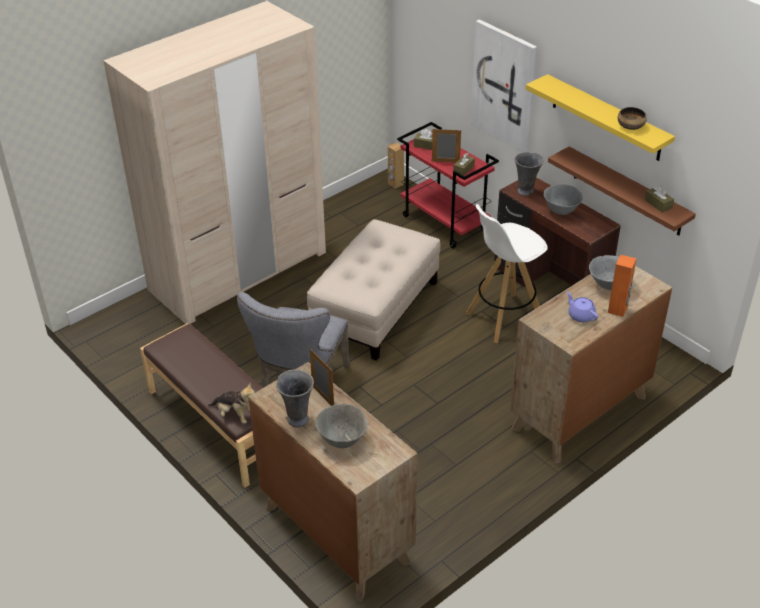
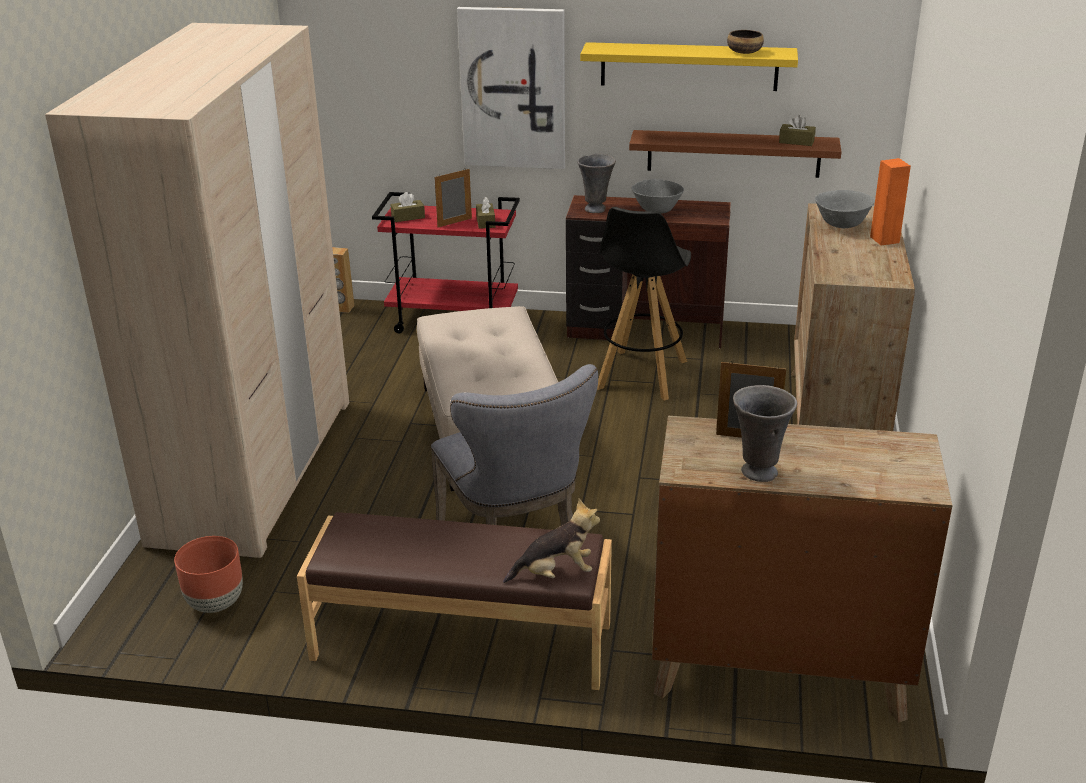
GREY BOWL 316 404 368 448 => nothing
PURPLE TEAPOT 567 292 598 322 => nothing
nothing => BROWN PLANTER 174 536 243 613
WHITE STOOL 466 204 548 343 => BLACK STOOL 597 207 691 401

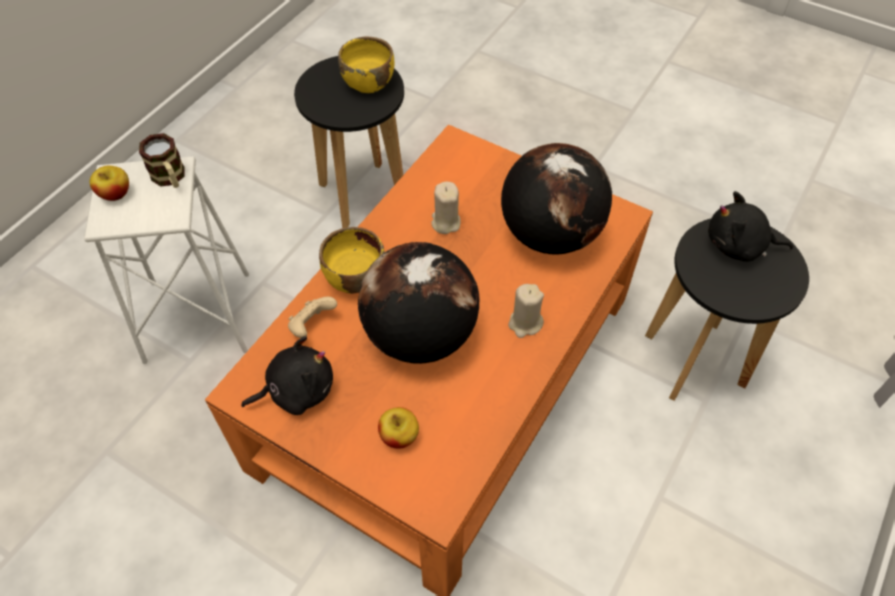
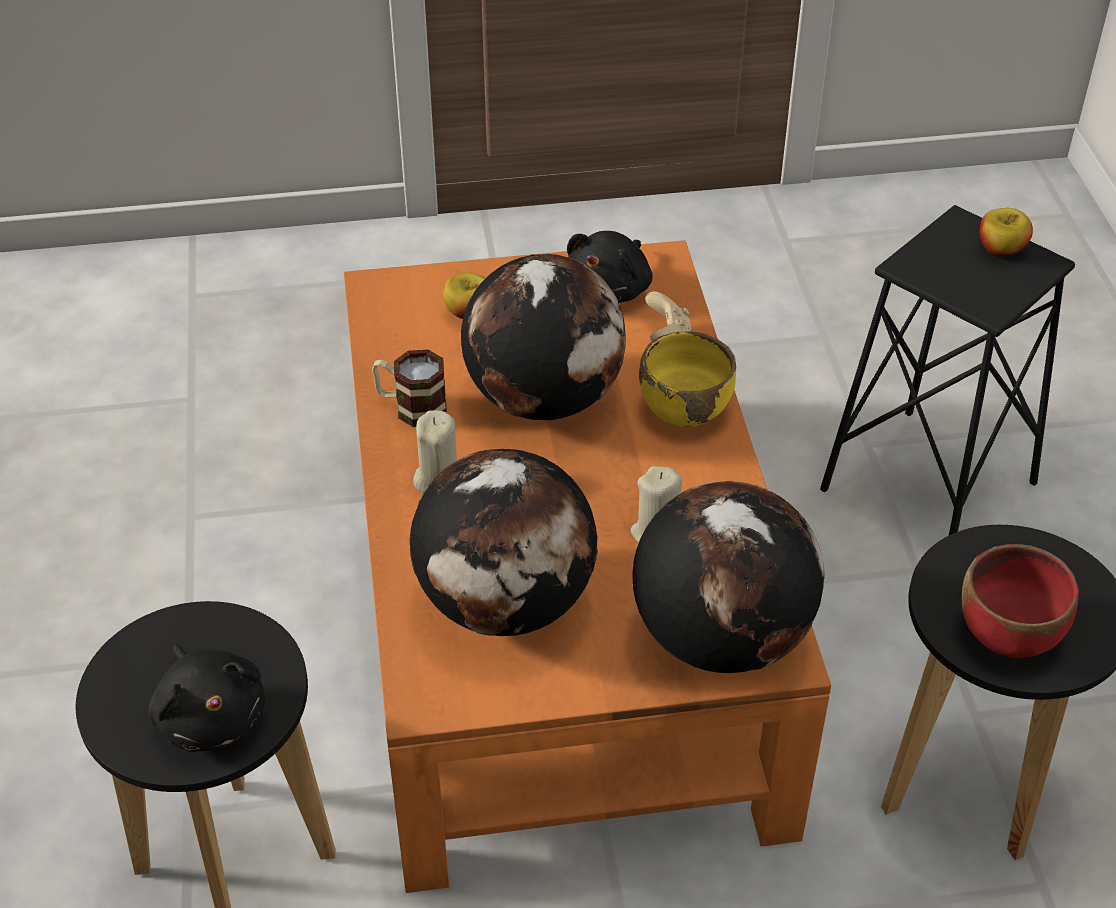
nothing => GLOBE 632 481 825 673
MUG 139 133 185 188 => MUG 372 350 447 427, shifted
WHITE STOOL 84 156 249 364 => BLACK STOOL 820 205 1075 535
YELLOW BOWL 338 36 395 93 => RED BOWL 962 544 1079 658
BLACK PLUSH TOY 708 191 793 262 => BLACK PLUSH TOY 148 644 265 752, 90 degrees clockwise

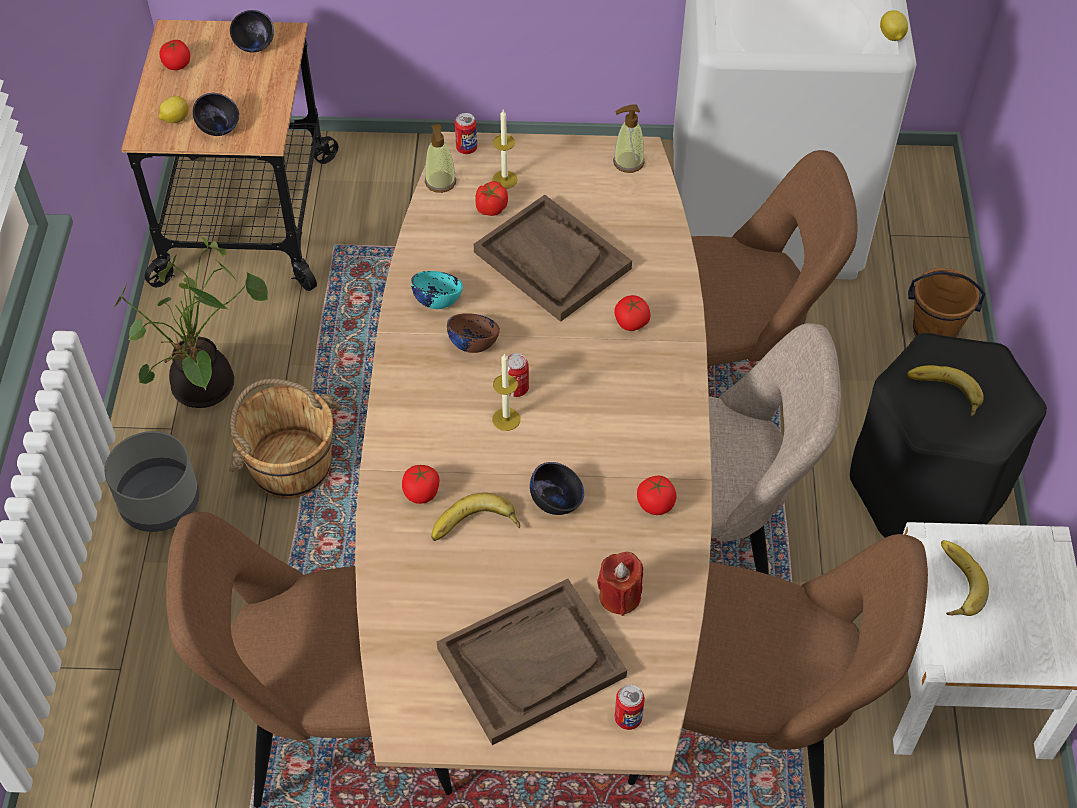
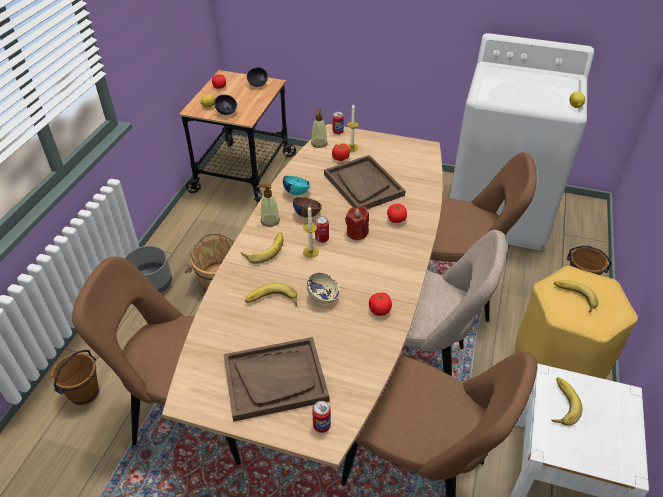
POTTED PLANT 113 236 268 408 => nothing
TOMATO 402 465 439 504 => nothing
nothing => BROWN BUCKET 51 350 99 405
nothing => BANANA 241 232 284 264
RED CANDLE 597 552 643 616 => RED CANDLE 345 206 369 241, shifted
SOAP DISPENSER 613 104 645 173 => SOAP DISPENSER 256 184 280 227, shifted
BLACK BOWL 530 462 584 515 => BEIGE BOWL 307 273 339 304
BLACK STOOL 850 333 1047 538 => YELLOW STOOL 515 266 638 379

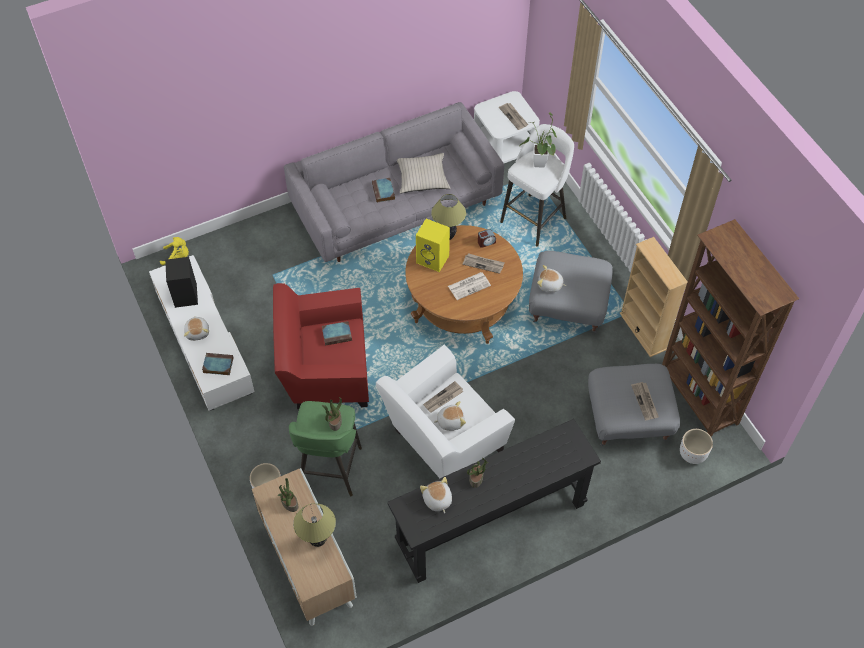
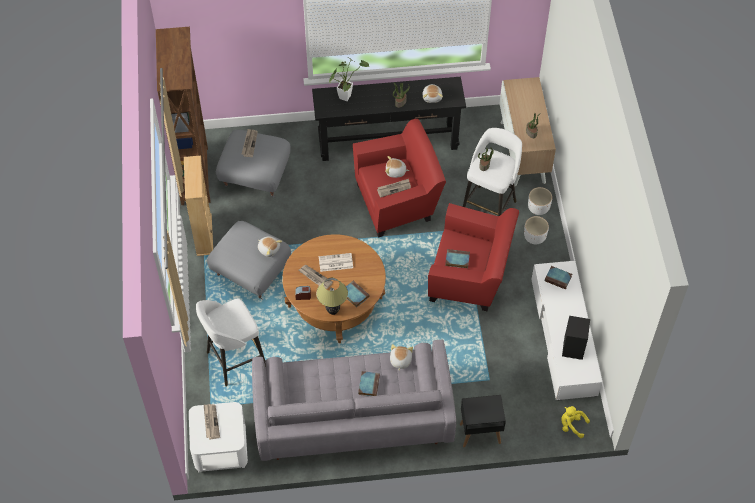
TABLE LAMP 293 503 336 547 => nothing
BEIGE PILLOW 397 153 451 193 => nothing
nothing => BLACK SIDE TABLE 460 395 506 447
PLUSH TOY 184 316 209 341 => PLUSH TOY 390 344 413 371, shifted
POTTED PLANT 519 112 557 168 => POTTED PLANT 329 58 369 101, shifted
WHITE PLANTER 680 429 713 464 => WHITE PLANTER 524 216 549 244, shifted
YELLOW SPEAKER 416 219 450 272 => BOOK 346 281 369 307
GREEN STOOL 289 401 362 496 => WHITE STOOL 463 128 522 216
WHITE ARMCHAIR 376 344 515 478 => RED ARMCHAIR 353 119 446 237

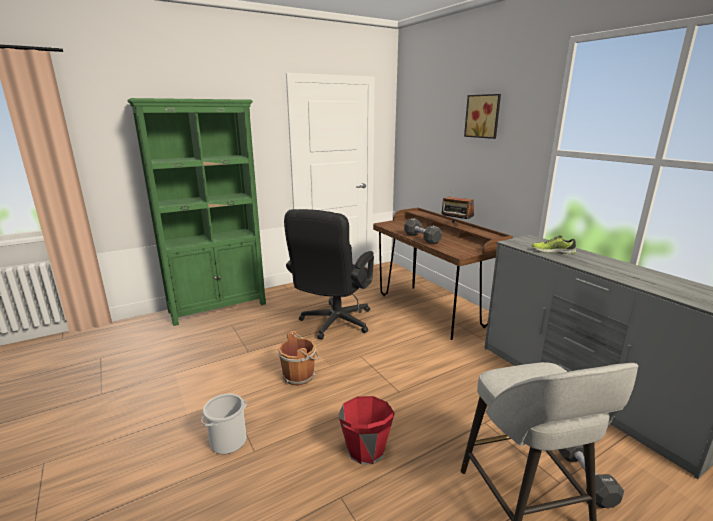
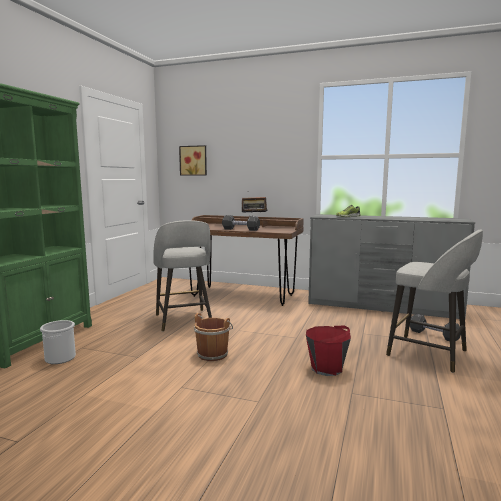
BUCKET 202 394 247 454 => BUCKET 40 320 76 364, shifted
PICTURE 464 94 501 139 => PICTURE 179 145 207 176, shifted
BLACK OFFICE CHAIR 284 209 374 340 => GREY STOOL 153 220 212 332

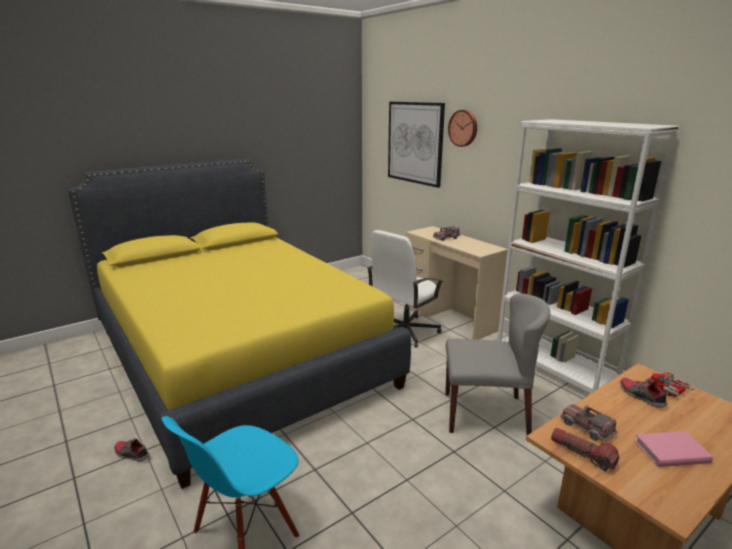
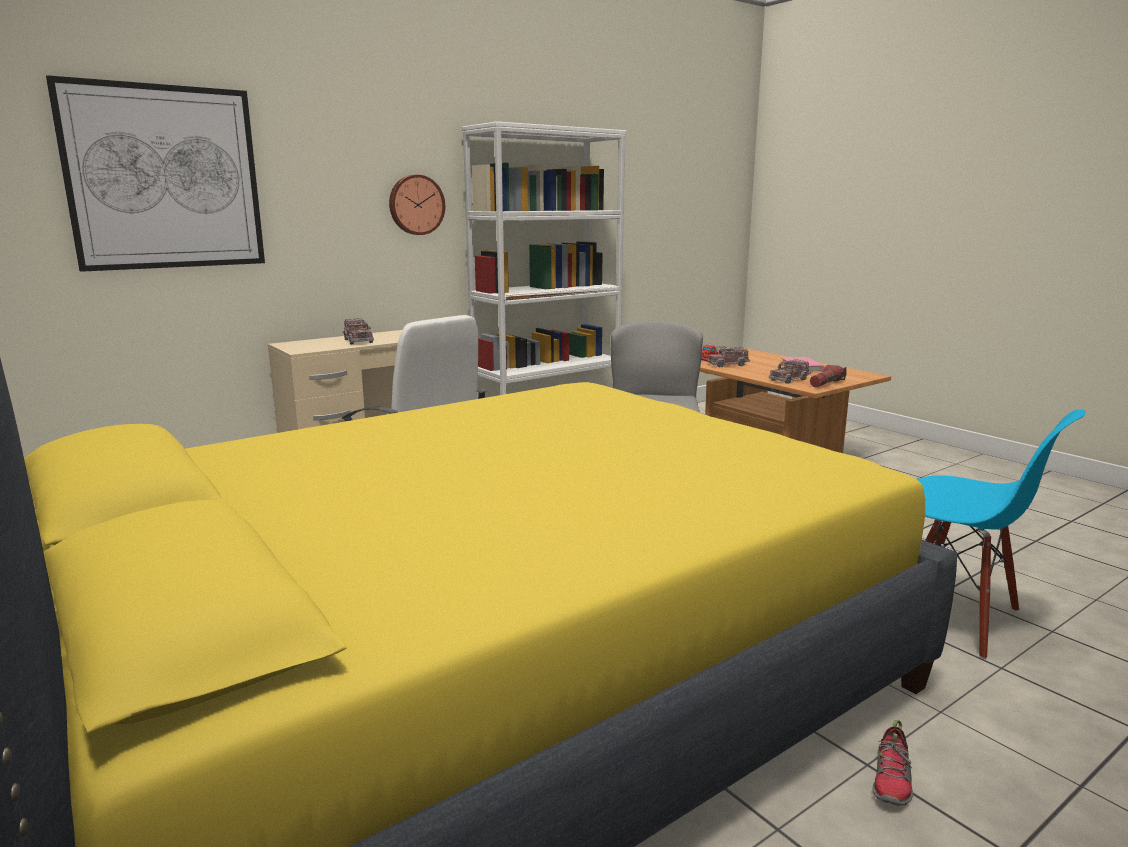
WALL CLOCK 448 110 477 147 => WALL CLOCK 389 174 445 235, shifted
SHOE 620 378 669 408 => TOY TRUCK 707 347 750 367

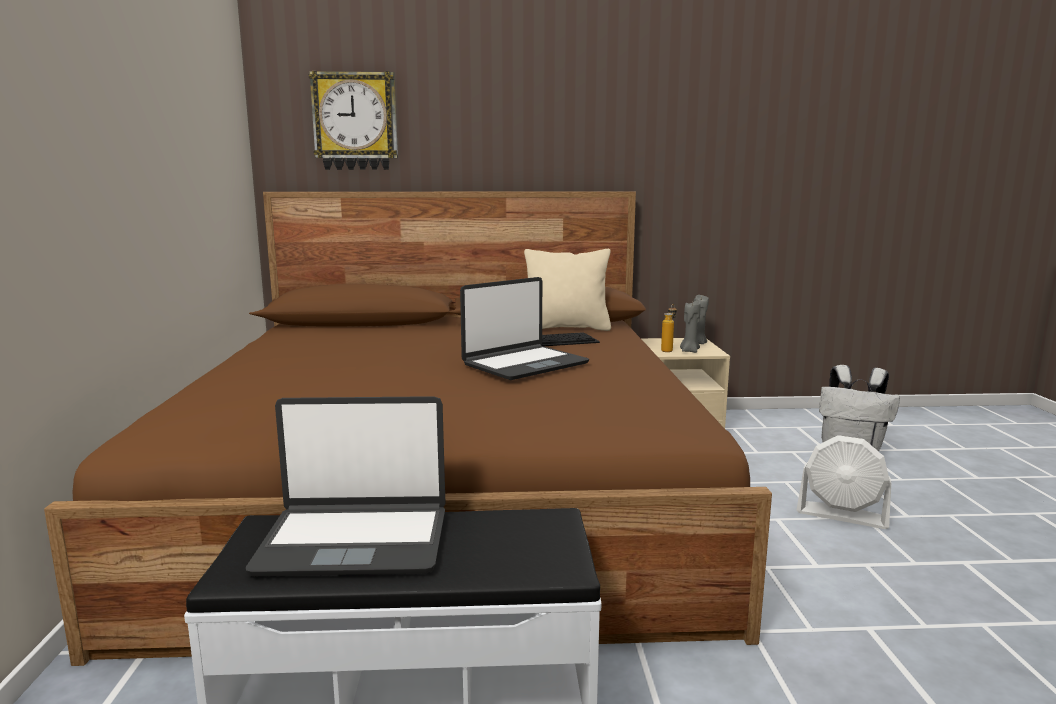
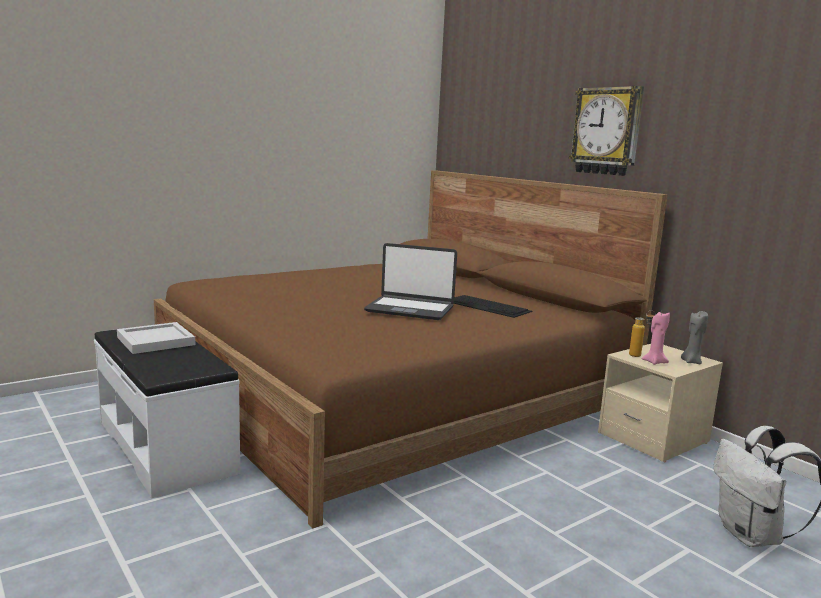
BEIGE PILLOW 524 249 611 331 => nothing
WHITE FAN 796 435 892 529 => nothing
WALL CLOCK 309 71 398 170 => WALL CLOCK 569 86 644 176, shifted
LAPTOP 246 396 446 576 => WHITE TRAY 117 322 196 354
GREY CANDLE 680 301 701 353 => PINK CANDLE 641 312 670 365

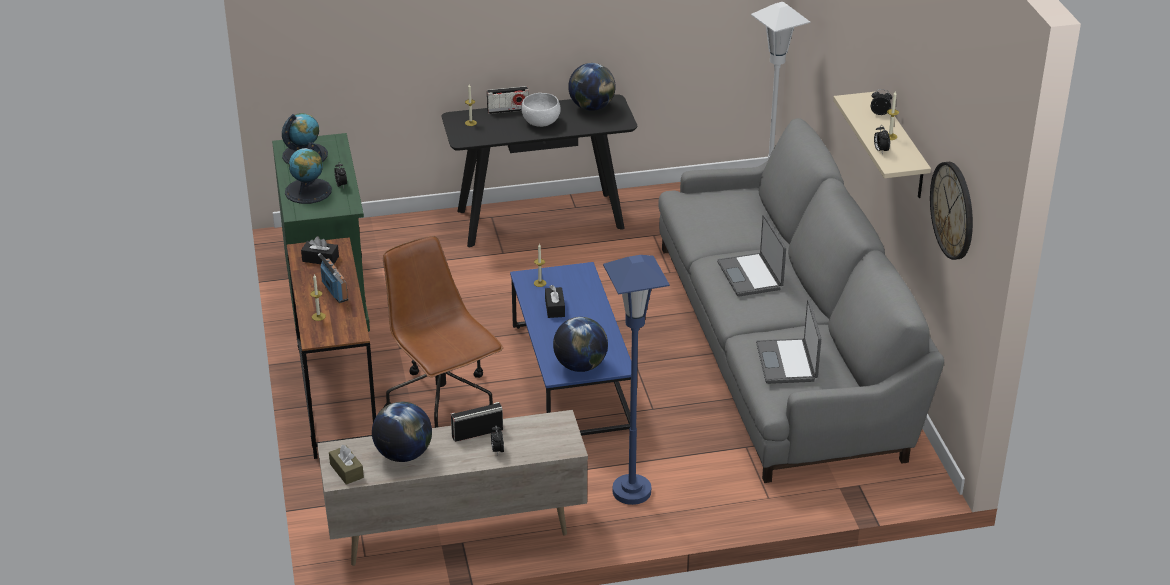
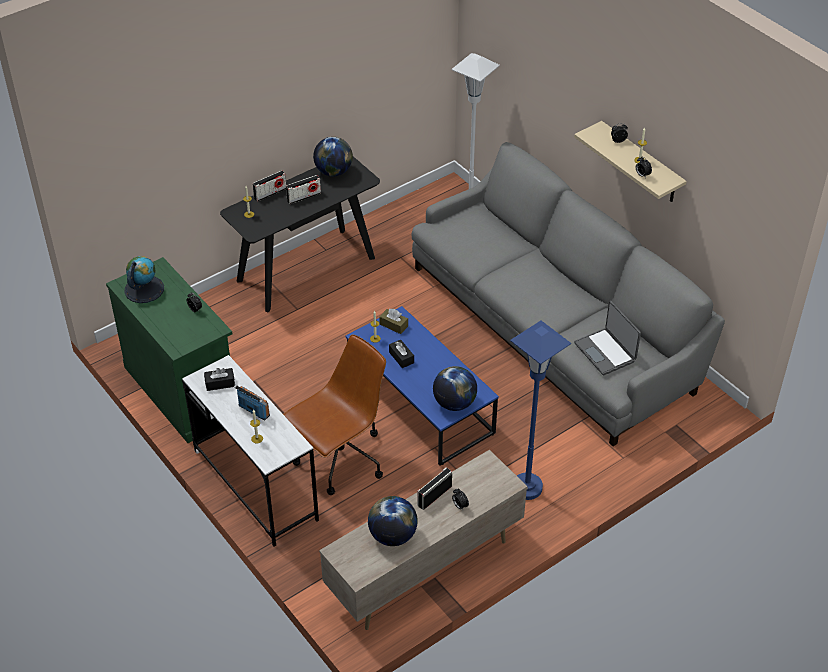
GLOBE 285 142 332 204 => nothing
LAPTOP 717 215 786 297 => nothing
WALL CLOCK 930 162 973 260 => nothing
BROWN TISSUE BOX 329 445 364 485 => BROWN TISSUE BOX 379 309 408 334, shifted
WHITE BOWL 521 93 561 127 => RADIO 286 175 321 204
BROWN DESK 286 237 376 459 => WHITE DESK 182 355 319 547
BROWN OFFICE CHAIR 383 236 503 428 => BROWN OFFICE CHAIR 283 334 386 495, 105 degrees clockwise

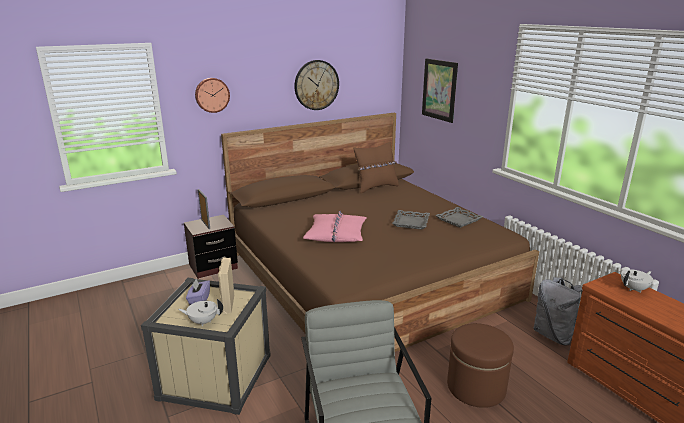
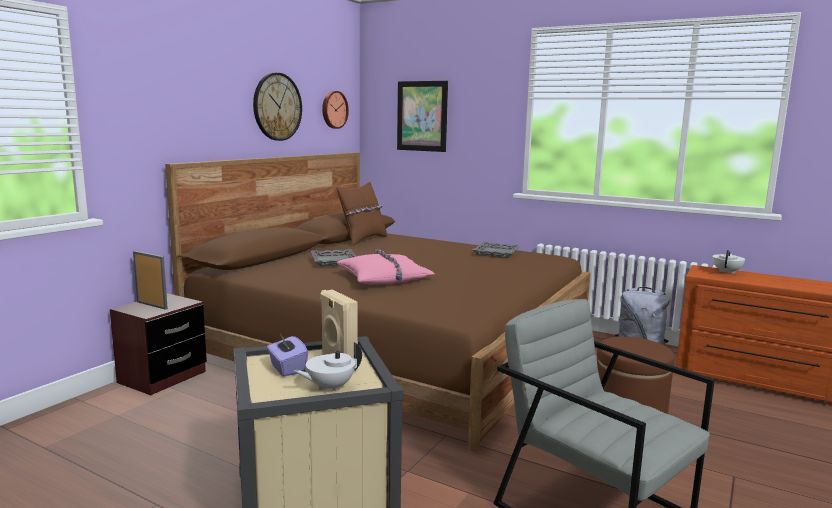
WALL CLOCK 195 78 230 113 => WALL CLOCK 322 91 349 129, shifted
GREY TRAY 392 210 430 229 => GREY TRAY 311 249 356 266, shifted

